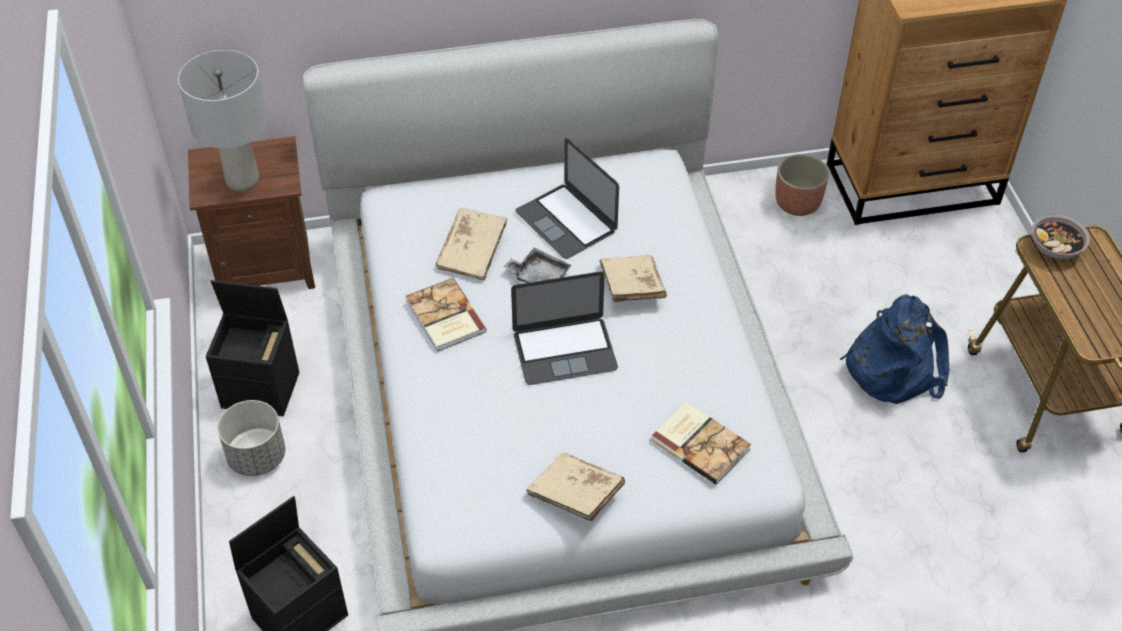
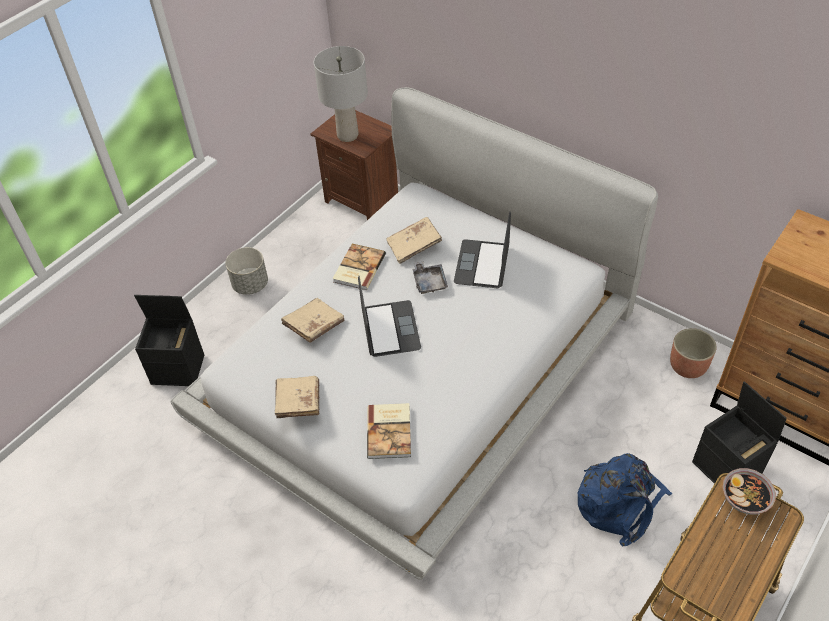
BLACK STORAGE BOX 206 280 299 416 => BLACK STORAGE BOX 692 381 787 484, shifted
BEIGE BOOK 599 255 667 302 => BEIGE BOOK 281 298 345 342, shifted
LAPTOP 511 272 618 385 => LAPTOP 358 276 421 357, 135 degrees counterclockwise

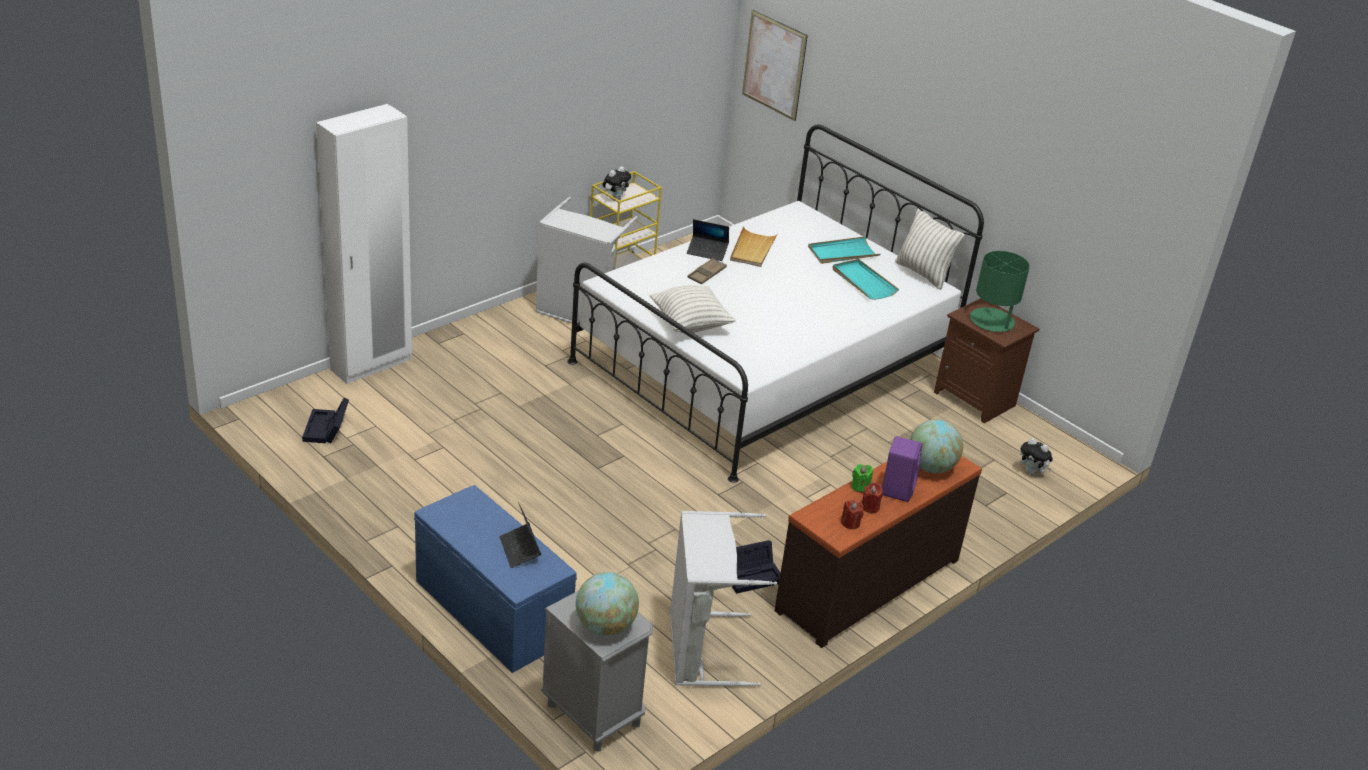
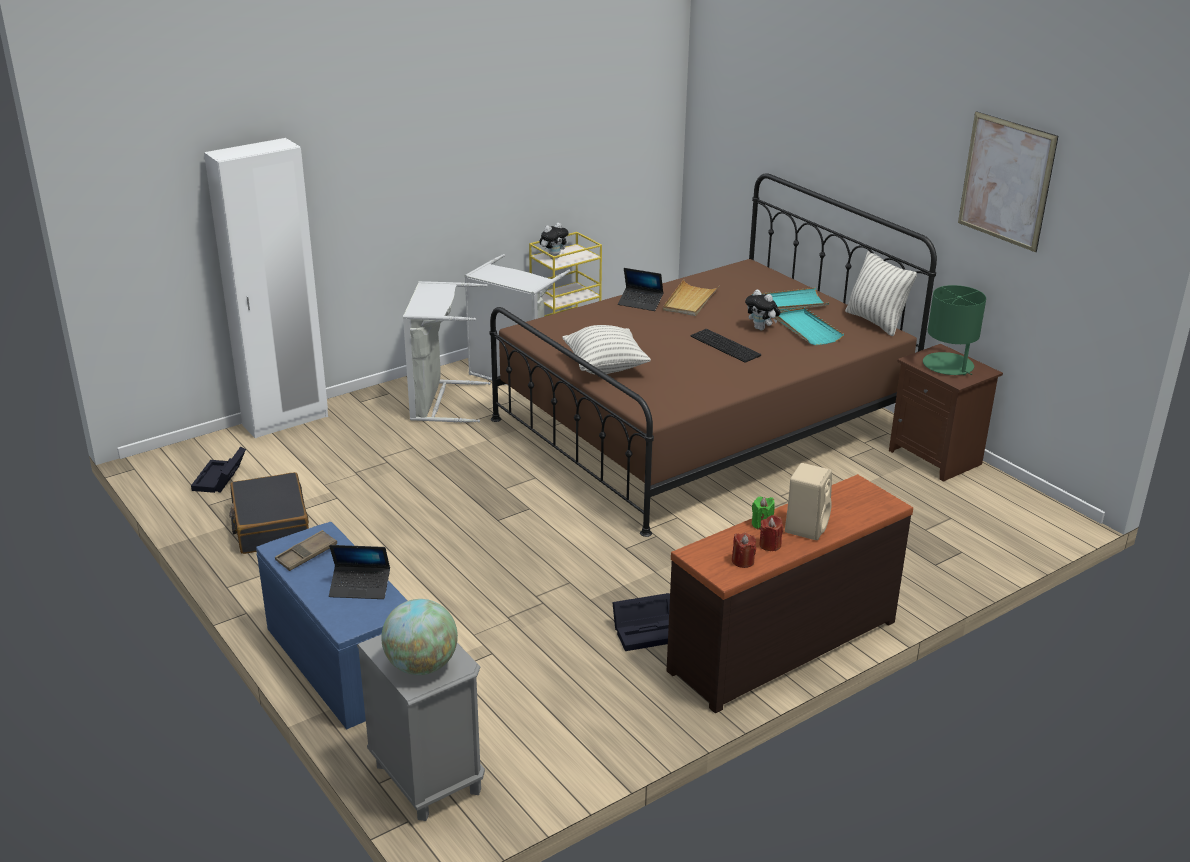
GLOBE 910 420 963 473 => nothing
nothing => BLACK SUITCASE 229 472 309 554
nothing => KEYBOARD 690 329 761 363
GREY LAUNDRY BASKET 670 511 777 687 => GREY LAUNDRY BASKET 403 281 491 423, shifted
BROWN TRAY 688 258 727 284 => BROWN TRAY 275 530 337 571, shifted
PICTURE 742 10 808 121 => PICTURE 958 111 1058 252, shifted
PLUSH TOY 1020 438 1053 476 => PLUSH TOY 745 289 781 330, shifted
WHITE BED 567 125 984 483 => BROWN BED 489 173 937 537
PURPLE SPEAKER 882 436 922 502 => BEIGE SPEAKER 785 463 832 540
LAPTOP 499 502 541 568 => LAPTOP 329 545 390 599, 75 degrees counterclockwise

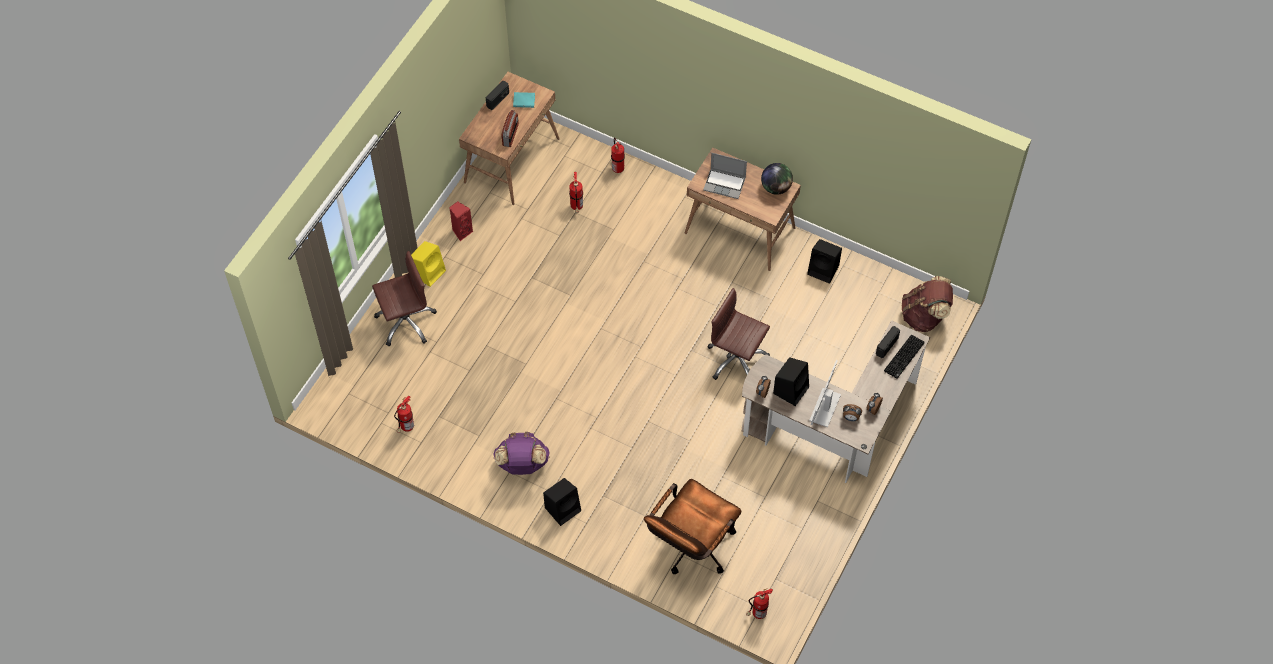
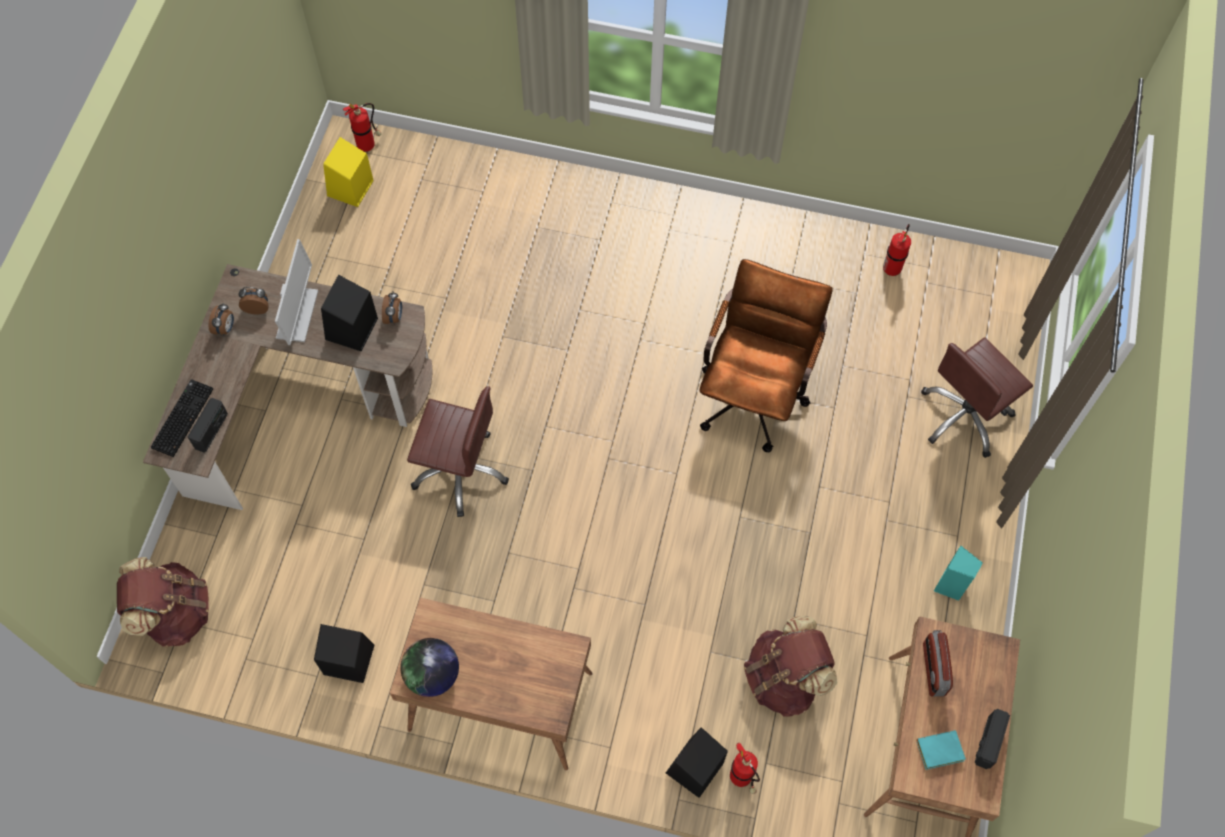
PURPLE BACKPACK 493 432 550 475 => nothing
LAPTOP 703 153 747 199 => nothing
YELLOW SPEAKER 411 241 446 287 => YELLOW SPEAKER 323 137 374 207, shifted
BLACK SPEAKER 543 478 581 526 => BLACK SPEAKER 666 727 728 798, shifted
BROWN OFFICE CHAIR 644 479 742 574 => BROWN OFFICE CHAIR 700 259 833 452, shifted
FIRE EXTINGUISHER 569 172 583 213 => BROWN BACKPACK 744 616 837 717
RED SPEAKER 449 201 473 241 => TURQUOISE SPEAKER 934 546 983 601

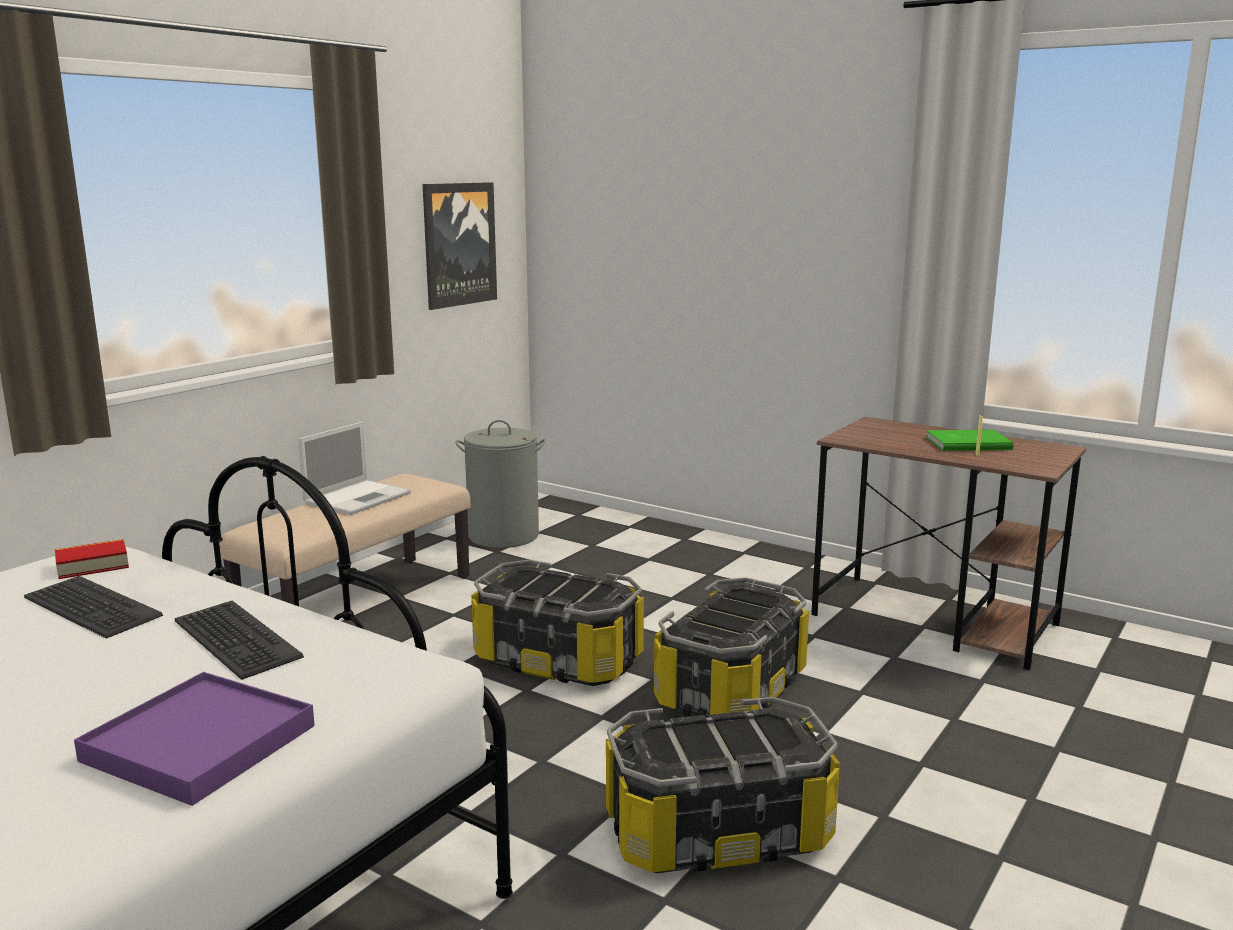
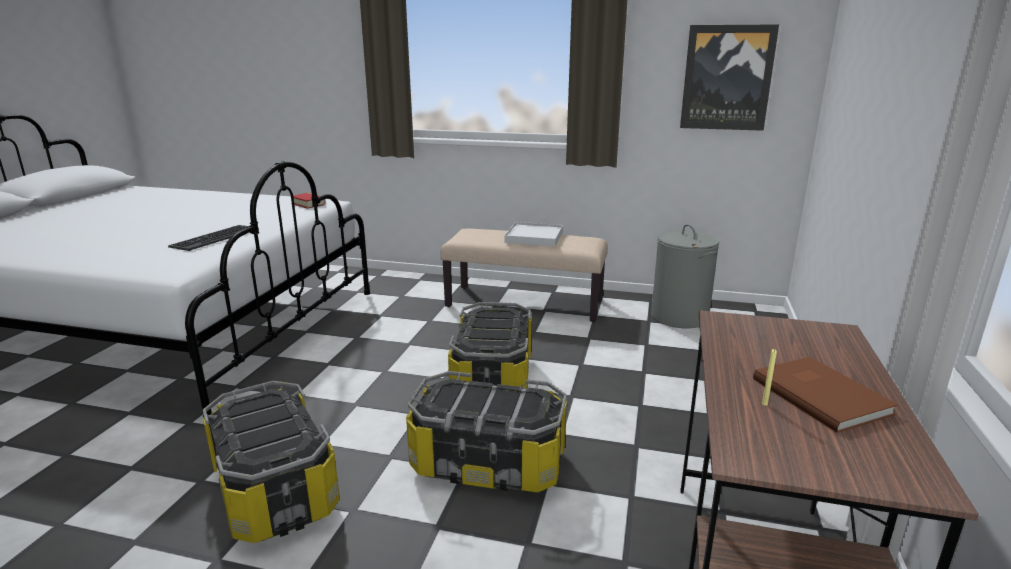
KEYBOARD 24 576 163 639 => nothing
PURPLE TRAY 74 672 315 806 => nothing
LAPTOP 298 422 411 515 => WHITE TRAY 504 222 563 247
GREEN BOOK 926 430 1014 451 => BROWN BOOK 753 357 899 433

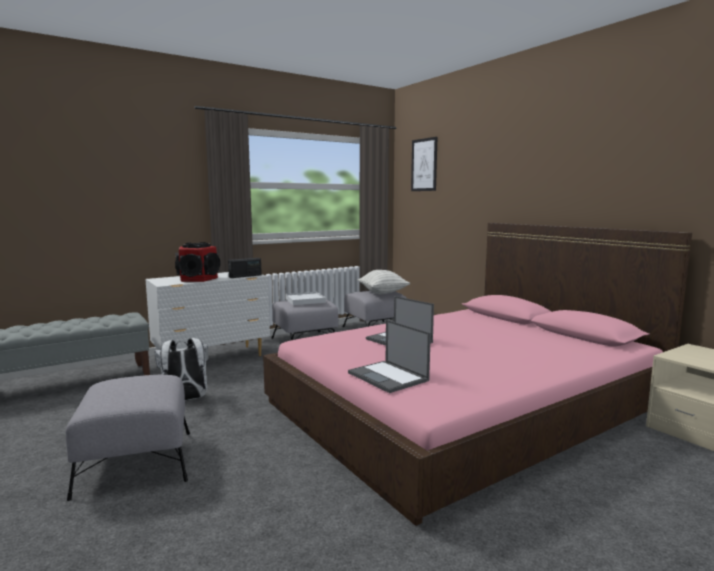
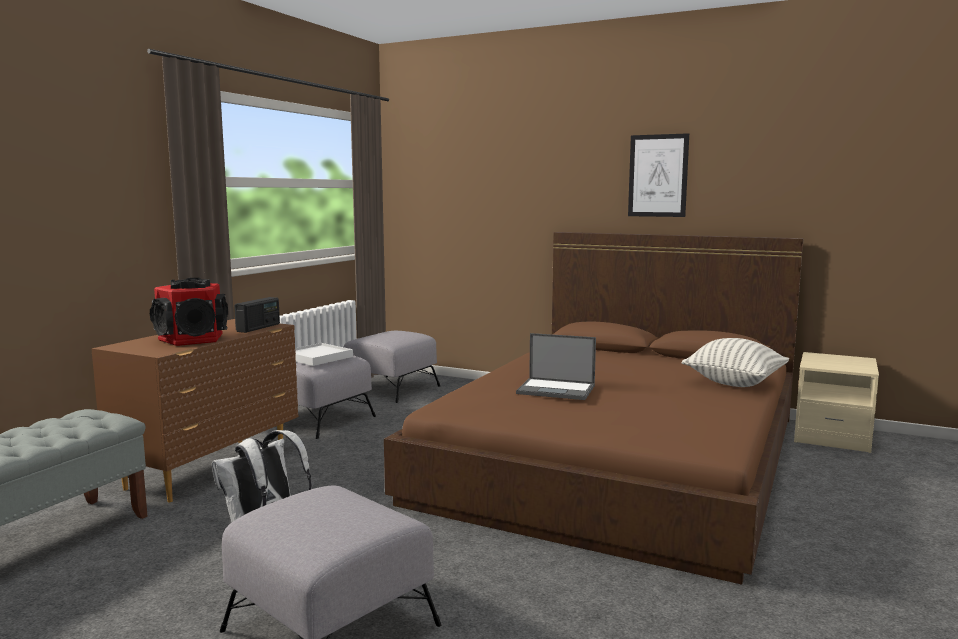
LAPTOP 348 320 431 393 => nothing
PILLOW 357 270 410 294 => PILLOW 682 338 789 387, shifted
PICTURE 411 137 437 191 => PICTURE 628 133 689 217, shifted
WHITE DRESSER 145 272 270 356 => BROWN DRESSER 91 319 298 502
PINK BED 263 223 692 526 => BROWN BED 384 232 803 584

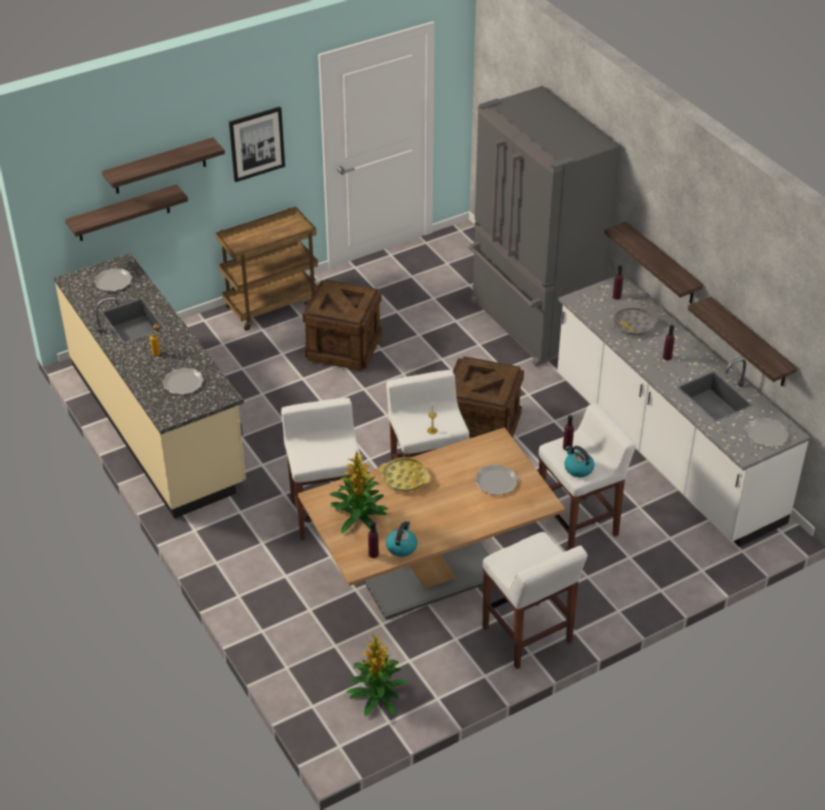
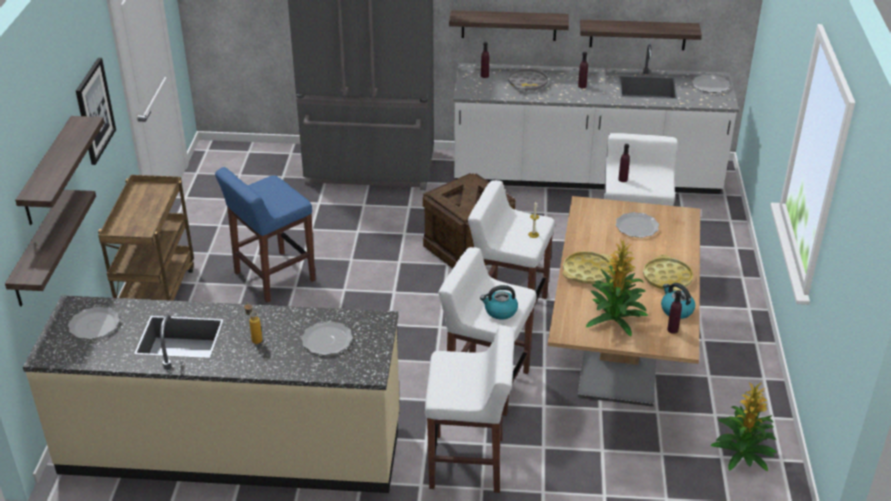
nothing => YELLOW TRAY 643 255 693 291
WHITE STOOL 482 532 588 669 => WHITE STOOL 425 326 515 493, shifted
KETTLE 564 446 594 477 => KETTLE 480 285 518 319, shifted
CRATE 302 280 382 370 => BLUE STOOL 215 167 315 303

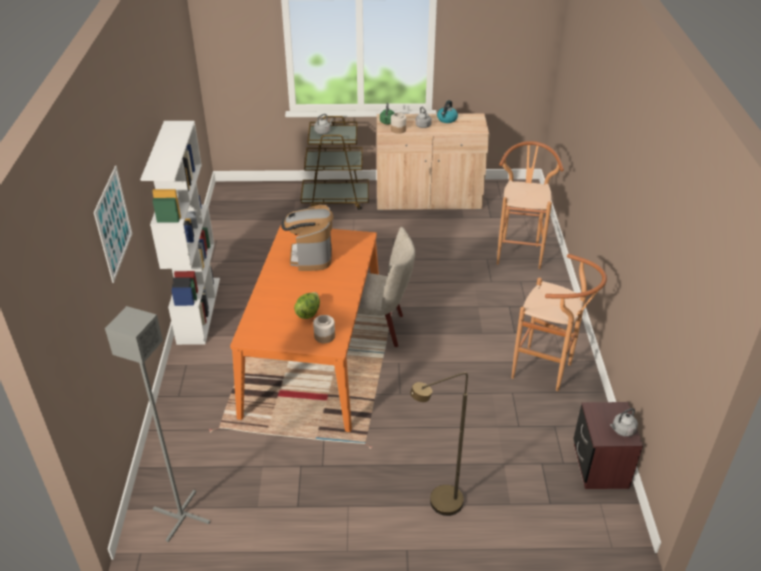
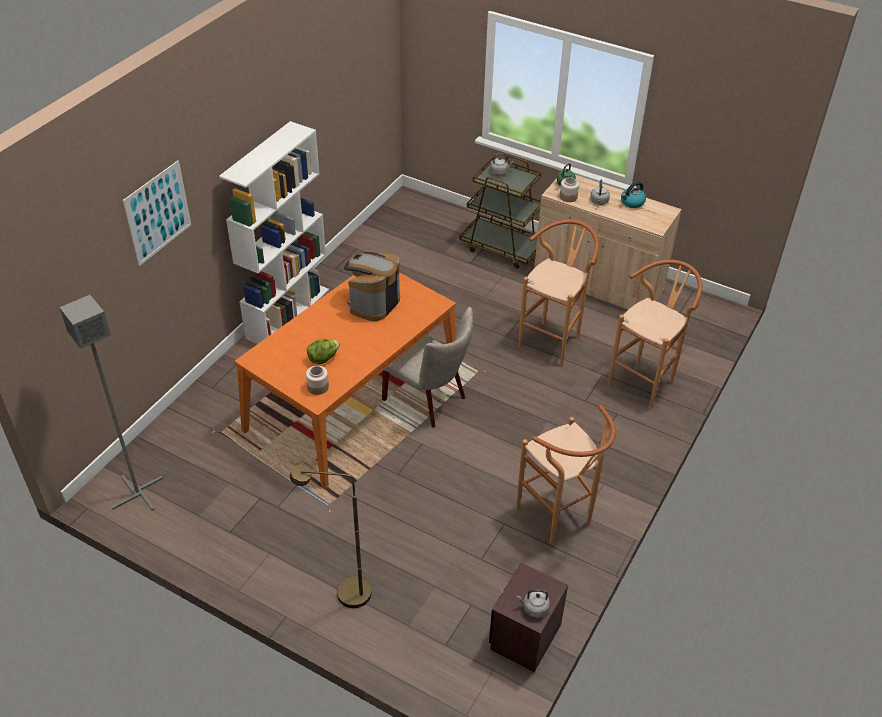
nothing => BROWN STOOL 518 220 599 365

